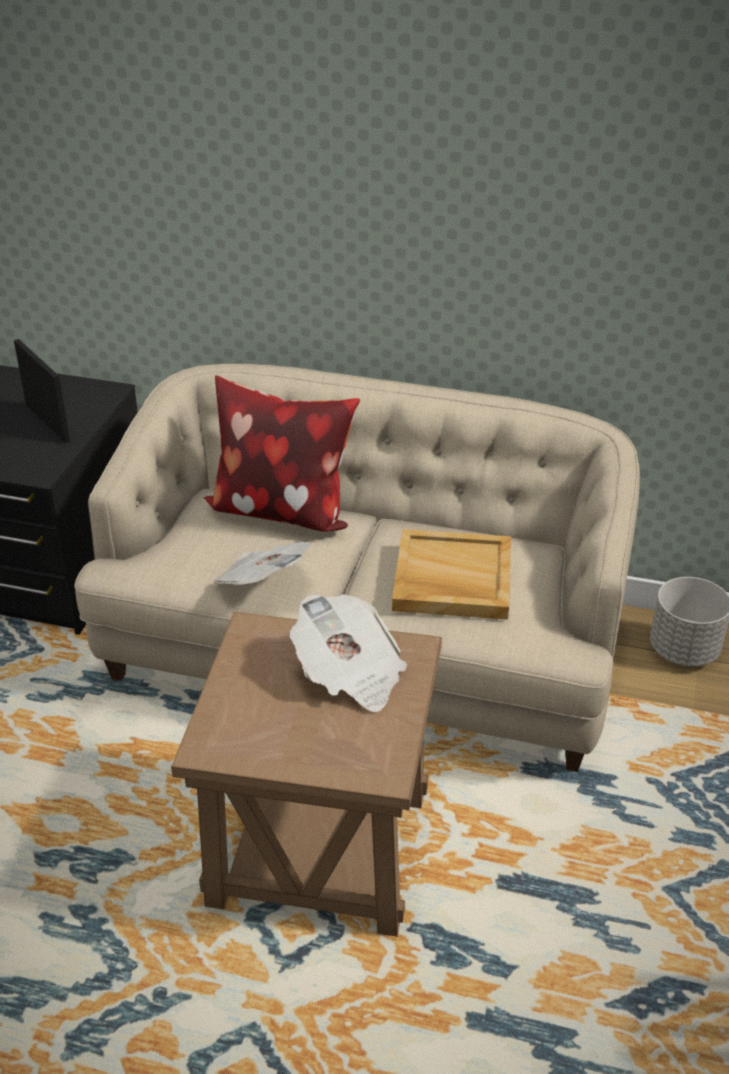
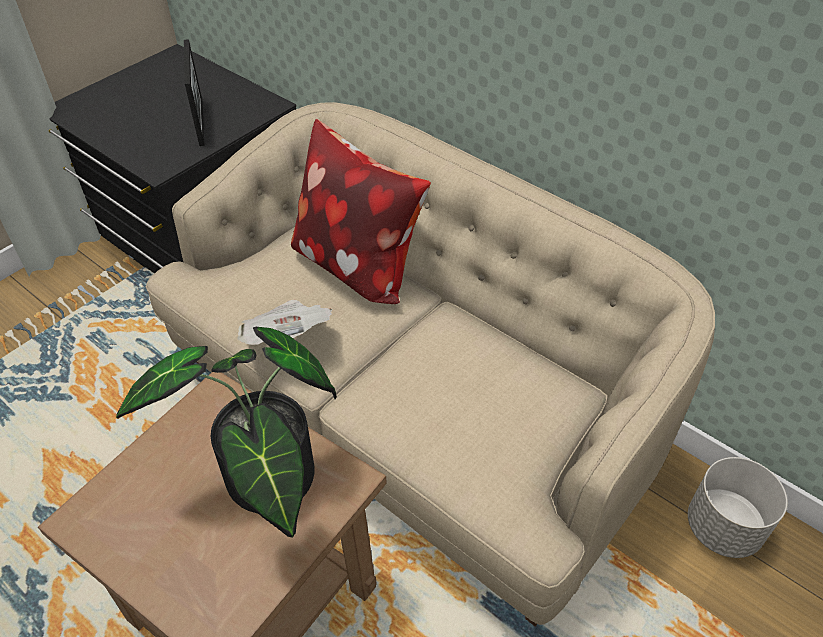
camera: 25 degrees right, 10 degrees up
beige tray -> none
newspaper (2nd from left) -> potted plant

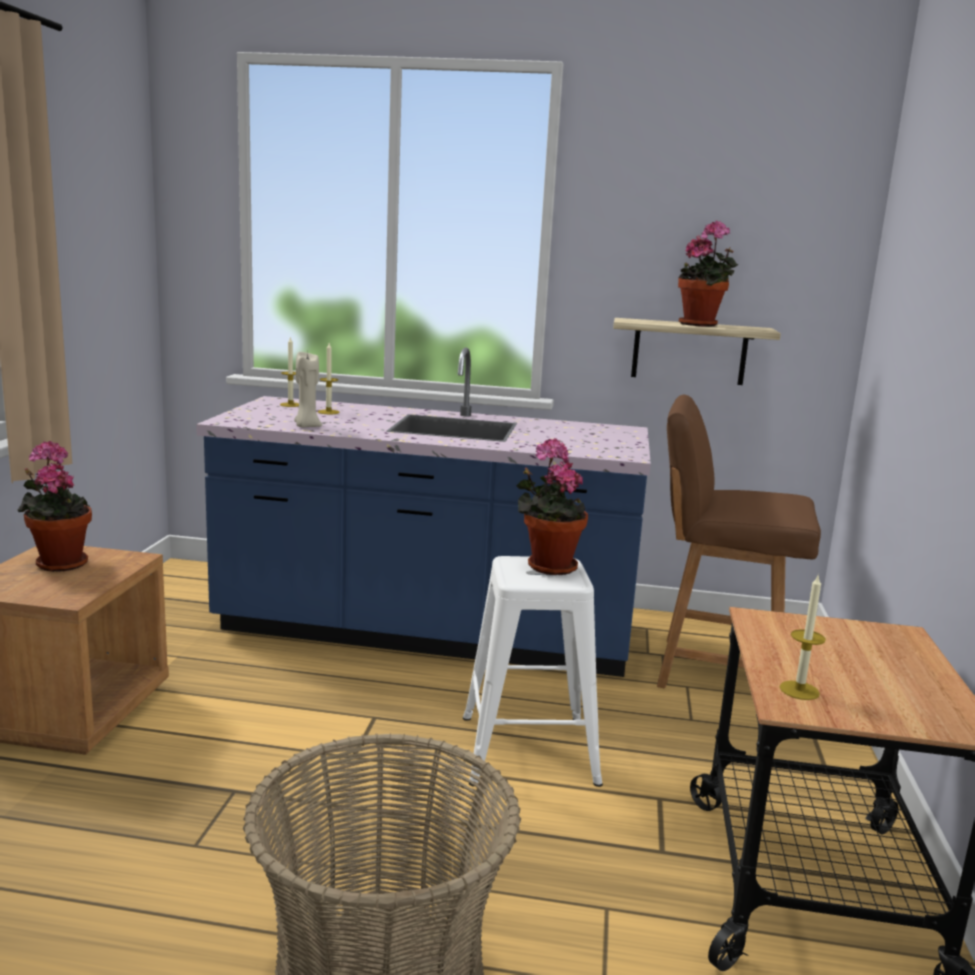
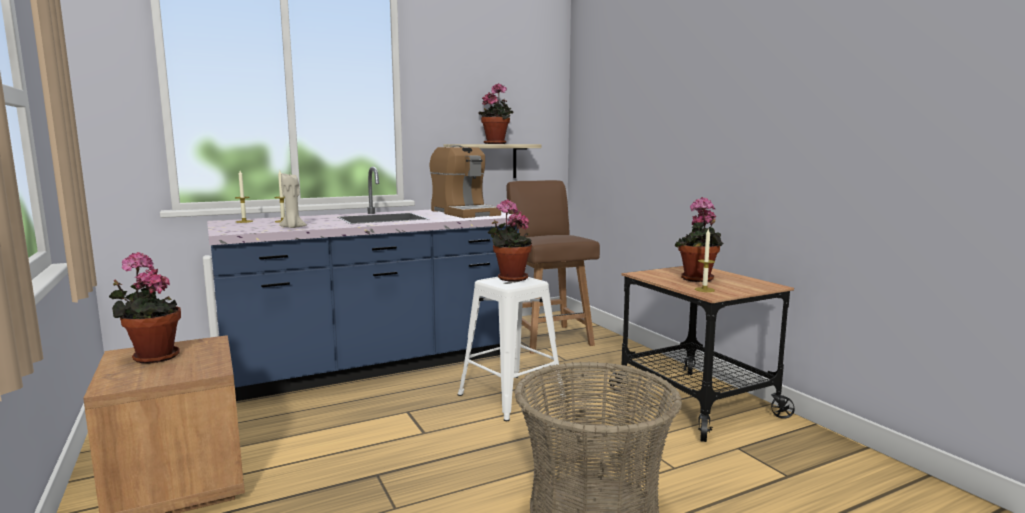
camera: 35 degrees left, 5 degrees down
none -> coffee machine
none -> potted plant (4th from left)
brown chair, 90 degrees clockwise

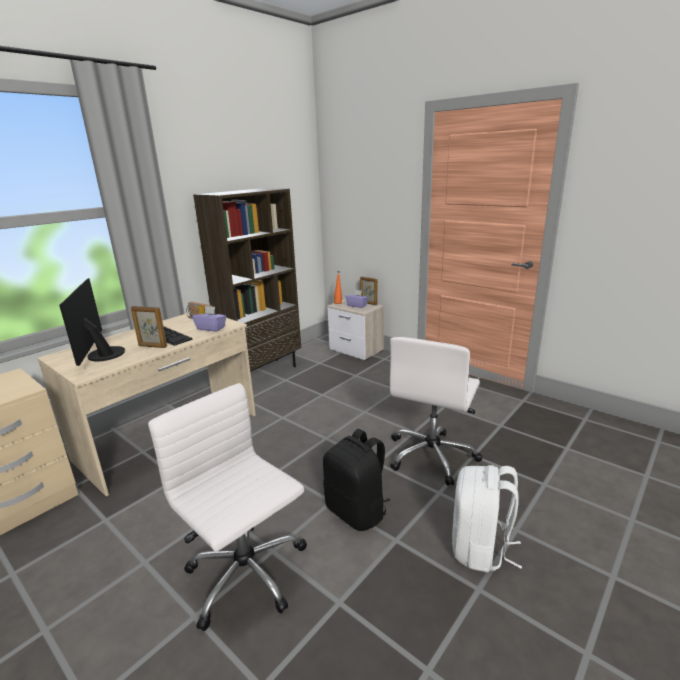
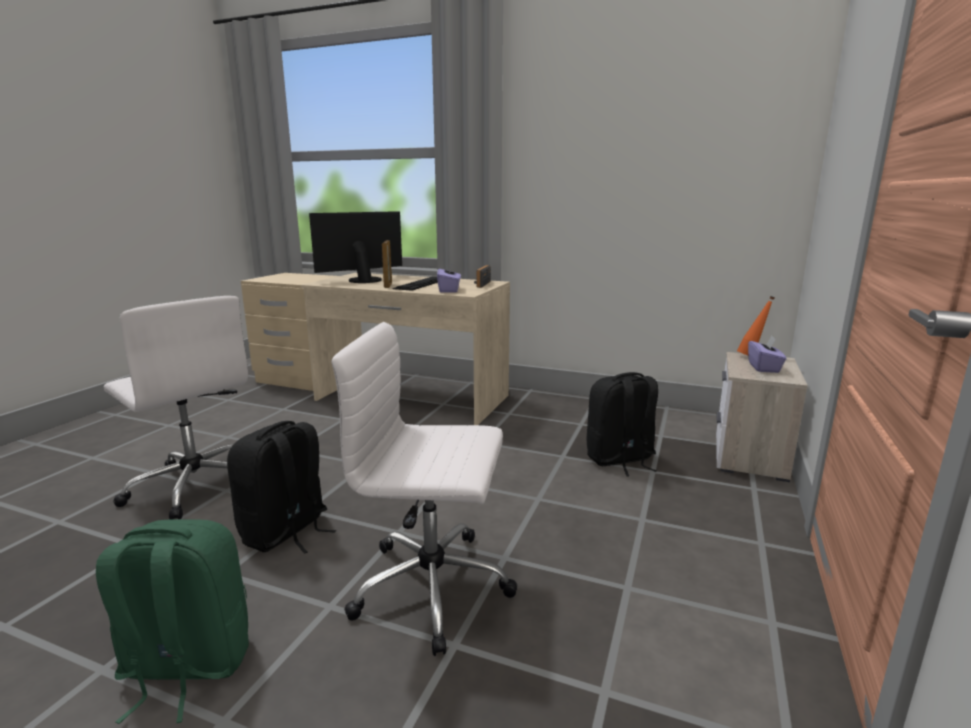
camera: 70 degrees right, 5 degrees down
brown bookcase -> none
picture frame (2nd from left) -> none
none -> black backpack (2nd from left)
white backpack -> green backpack
white office chair (1st from left), 105 degrees clockwise

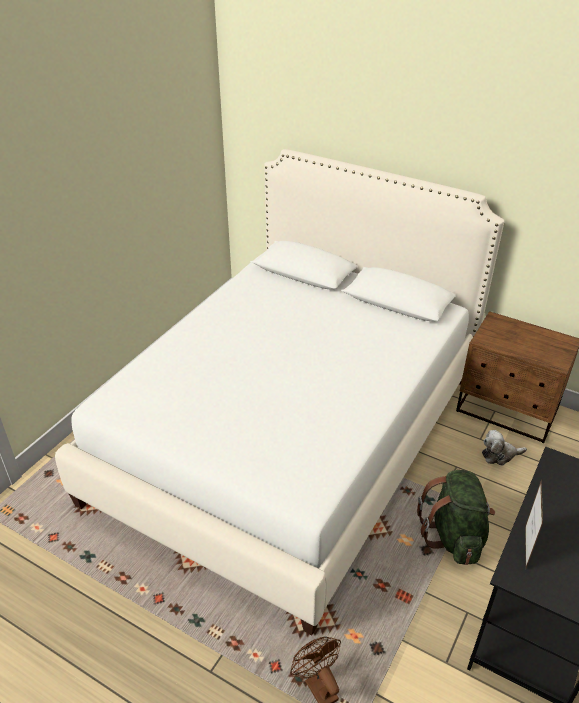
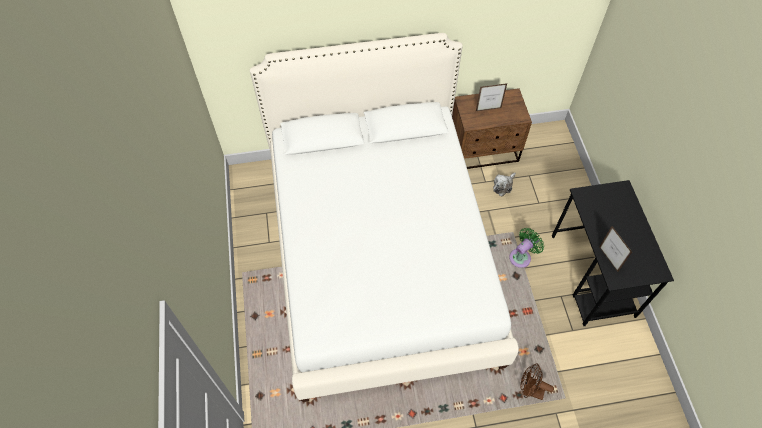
camera: 40 degrees left, 20 degrees up
none -> picture frame (1st from left)
green backpack -> green fan

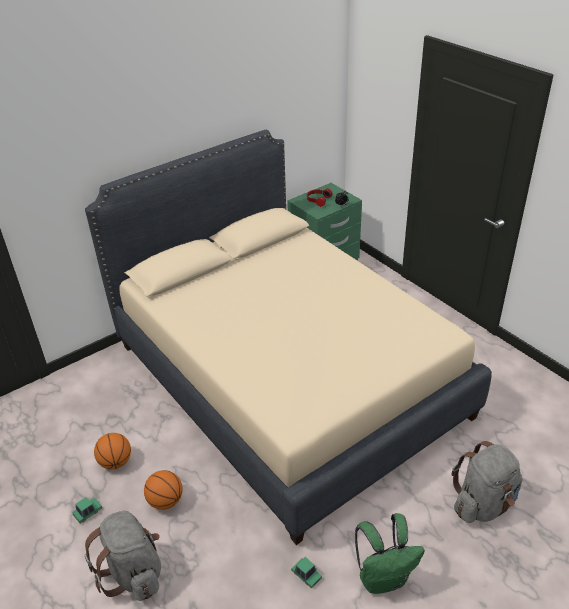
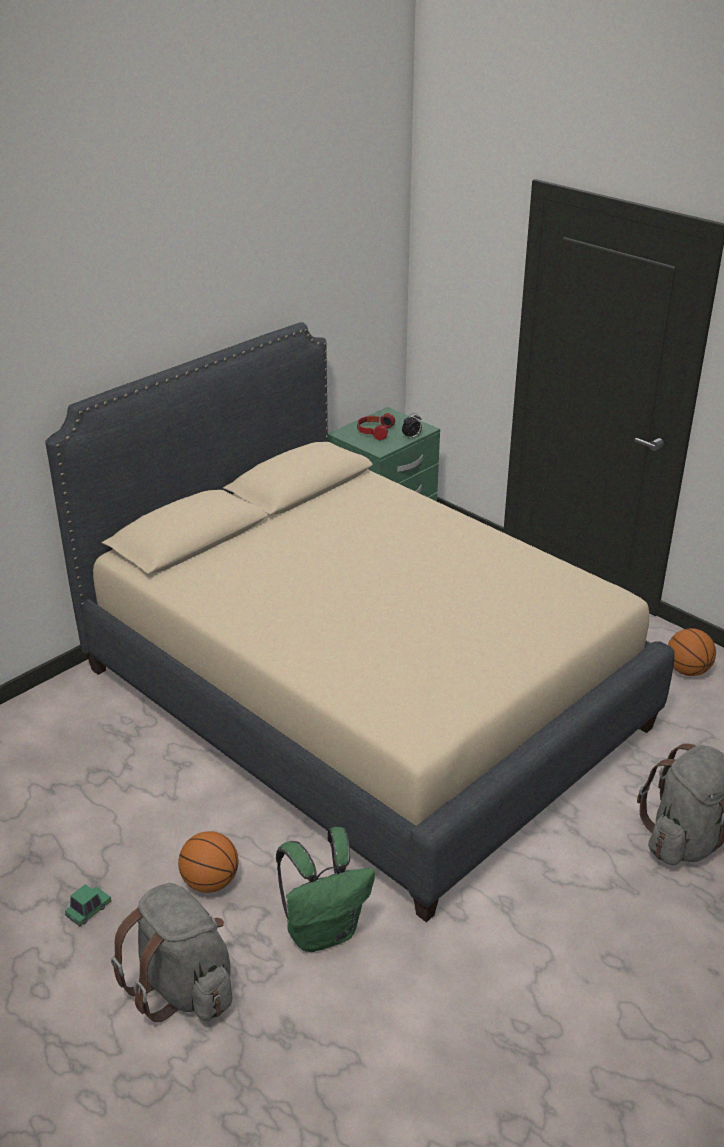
camera: 10 degrees left, 5 degrees down
toy car (2nd from left) -> none
basketball (1st from left in the first image) -> basketball (2nd from left), move
green backpack, move

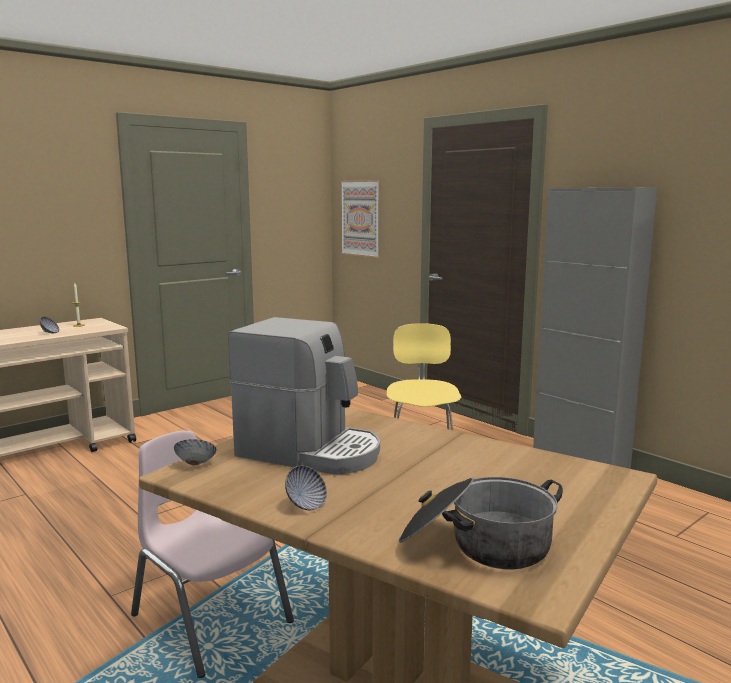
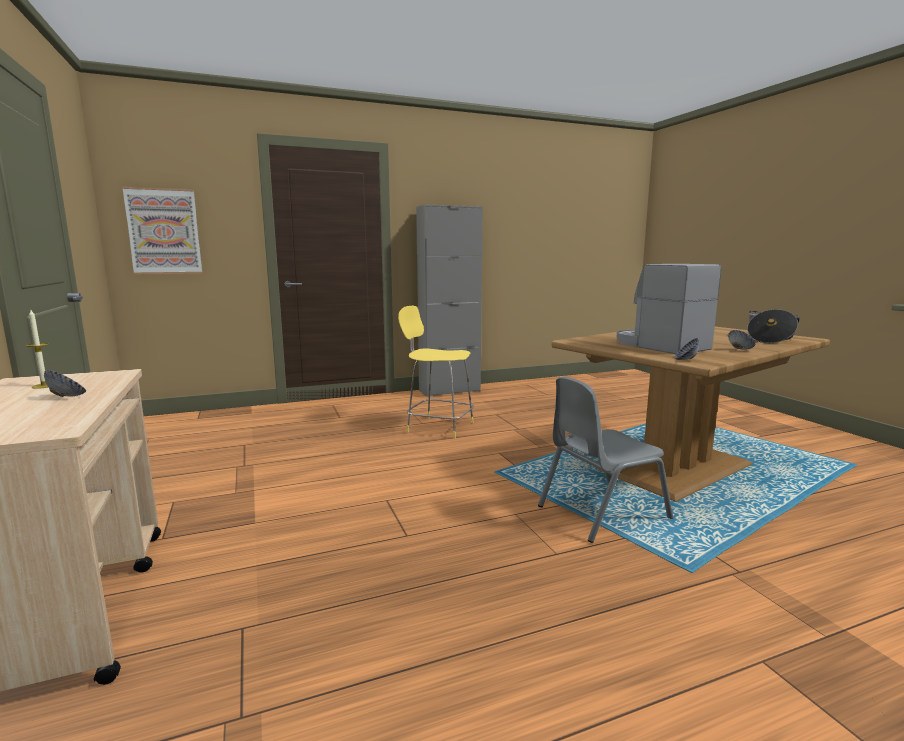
camera: 70 degrees left, 0 degrees up
pink chair -> grey chair
coffee machine, 75 degrees counterclockwise

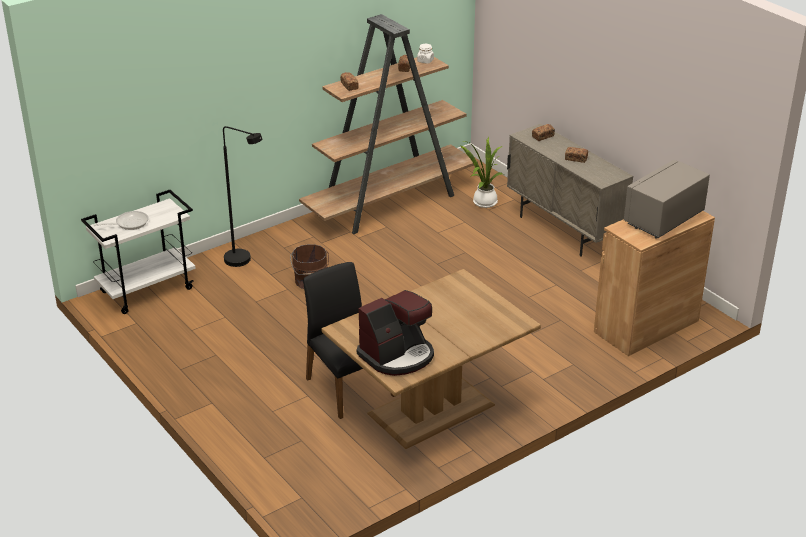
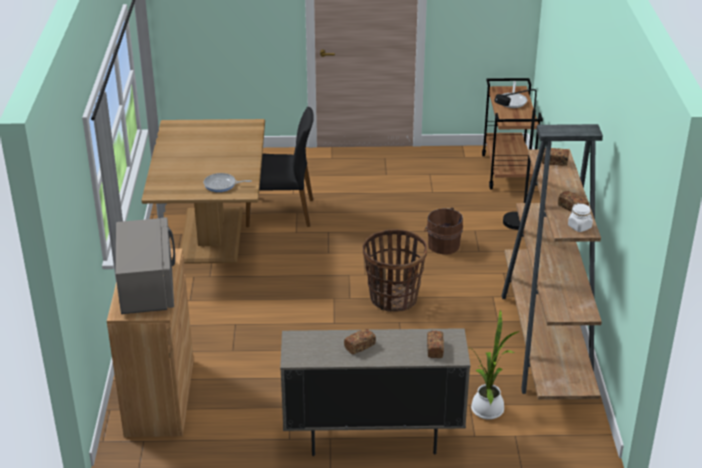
camera: 125 degrees right, 0 degrees up
coffee machine -> none
none -> frying pan (1st from left)
none -> basket
white cart -> brown cart

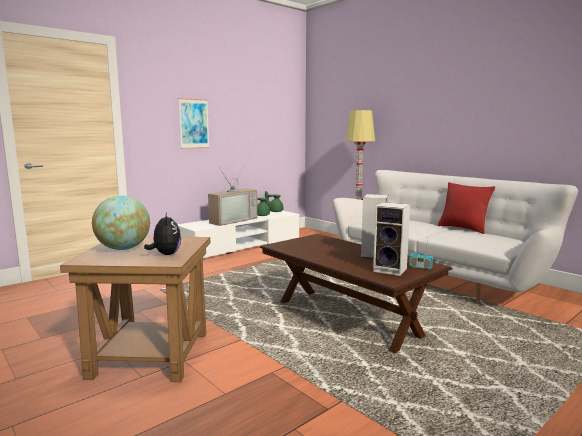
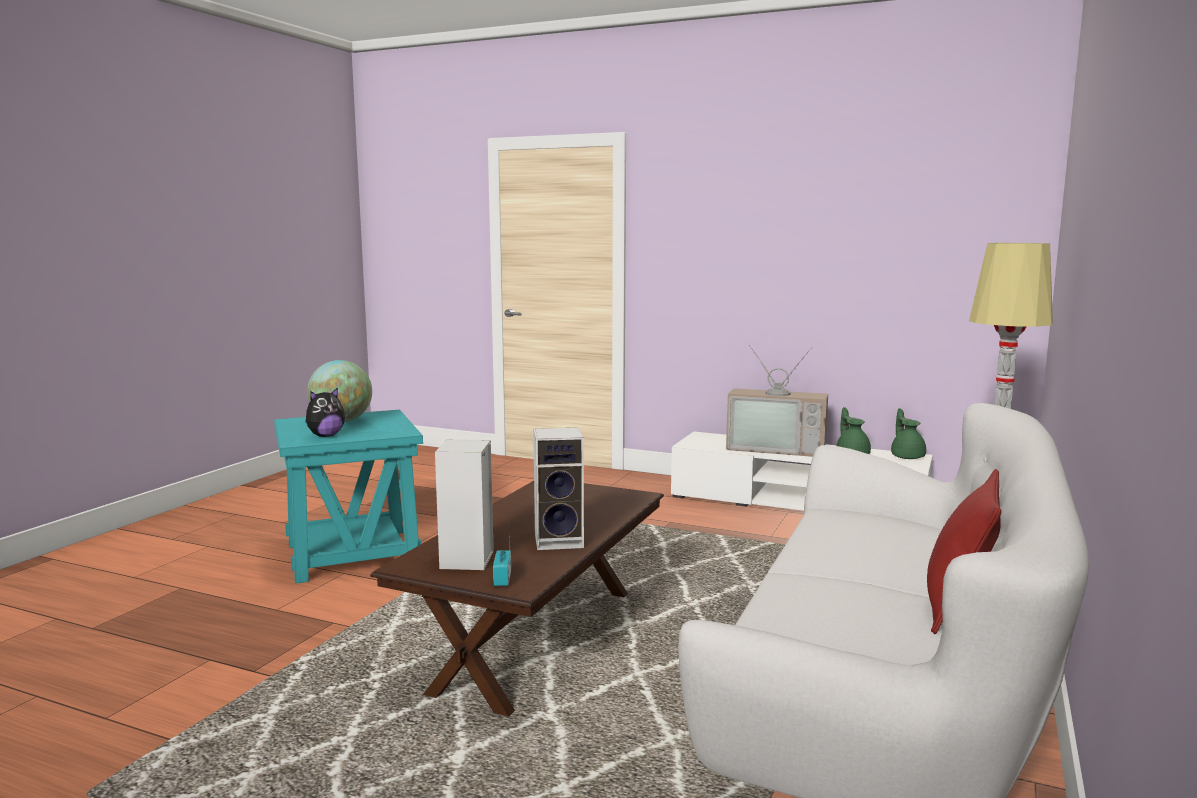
camera: 65 degrees right, 0 degrees up
picture -> none
brown side table -> turquoise side table

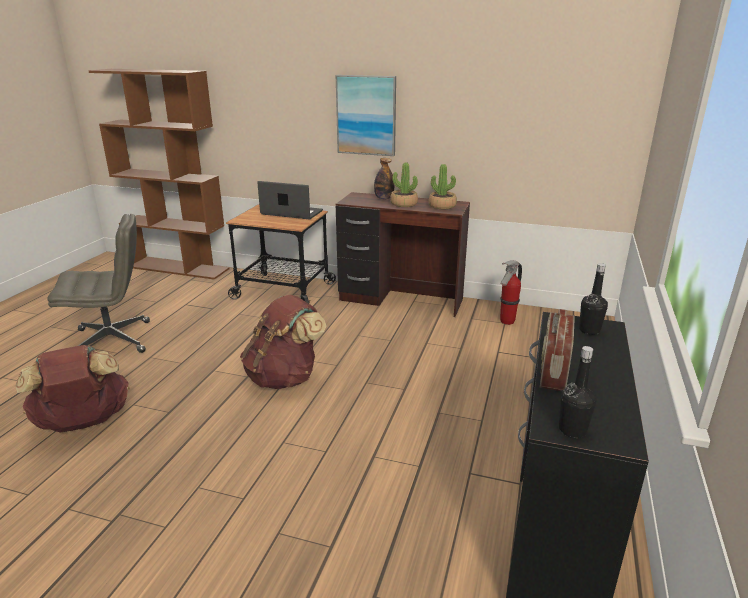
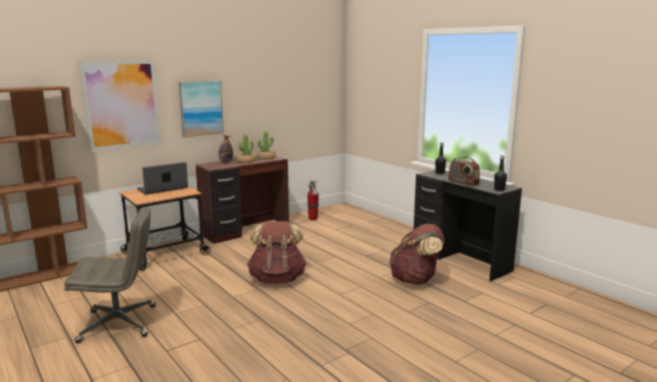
camera: 55 degrees left, 10 degrees down
none -> picture (1st from left)
brown backpack (1st from left in the first image) -> brown backpack (2nd from left), move
grey office chair, 60 degrees clockwise

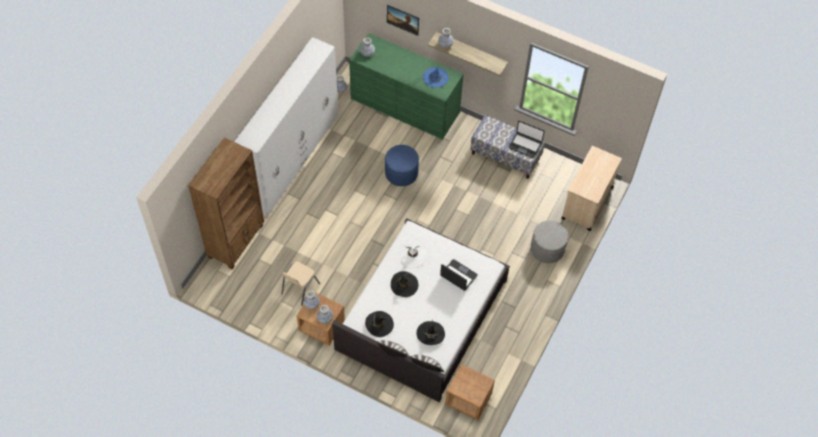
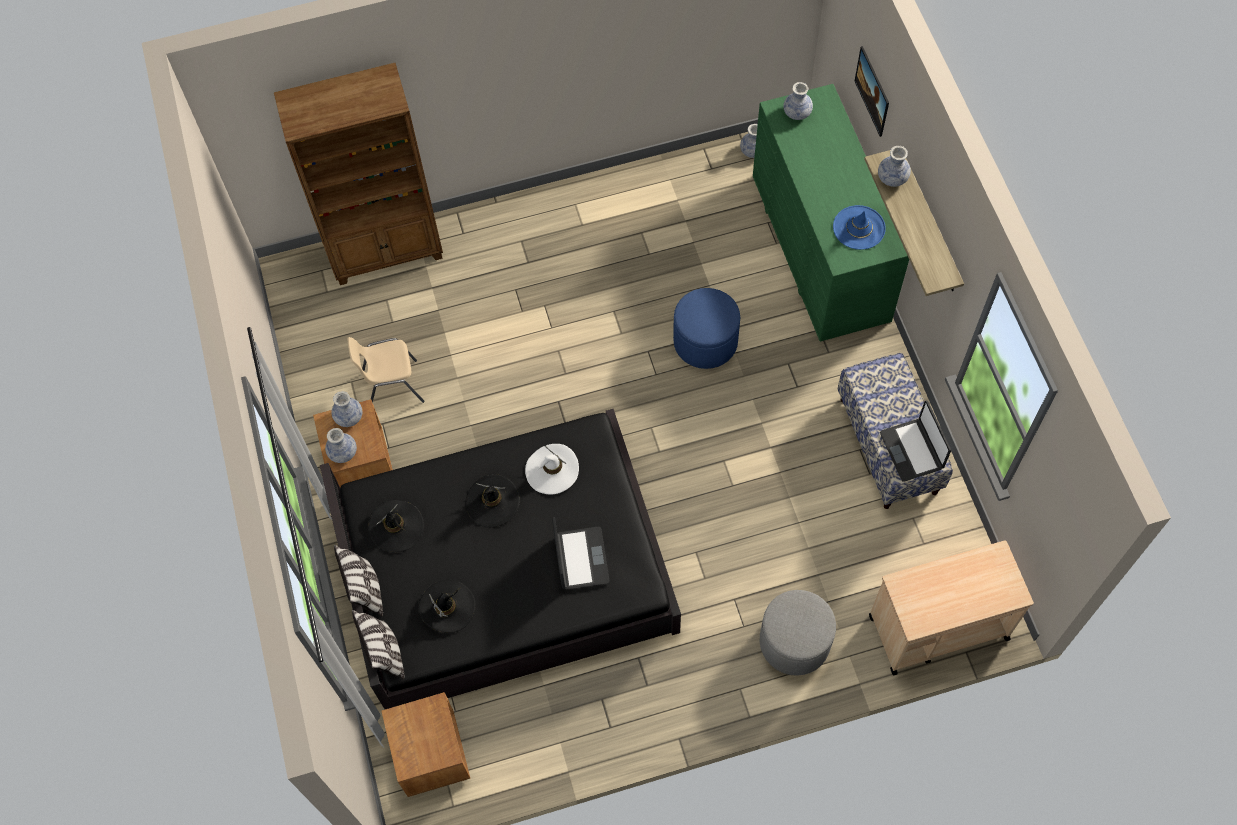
camera: 50 degrees right, 5 degrees up
white wardrobe -> none
white bed -> black bed

